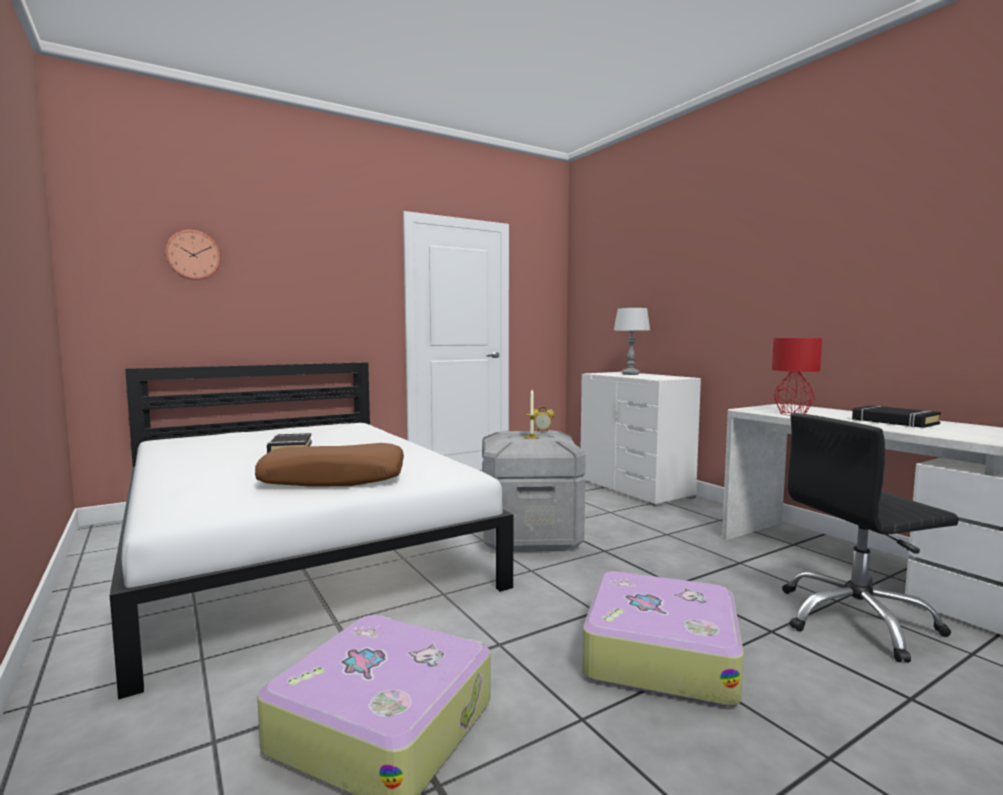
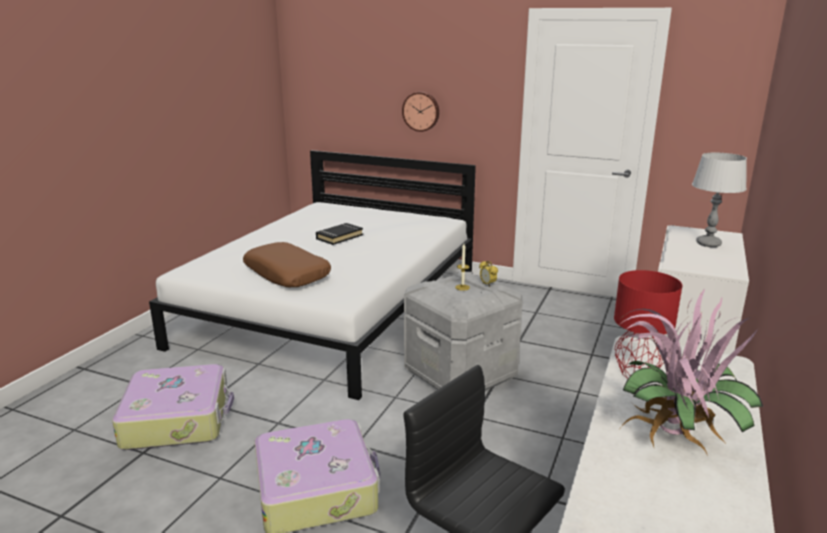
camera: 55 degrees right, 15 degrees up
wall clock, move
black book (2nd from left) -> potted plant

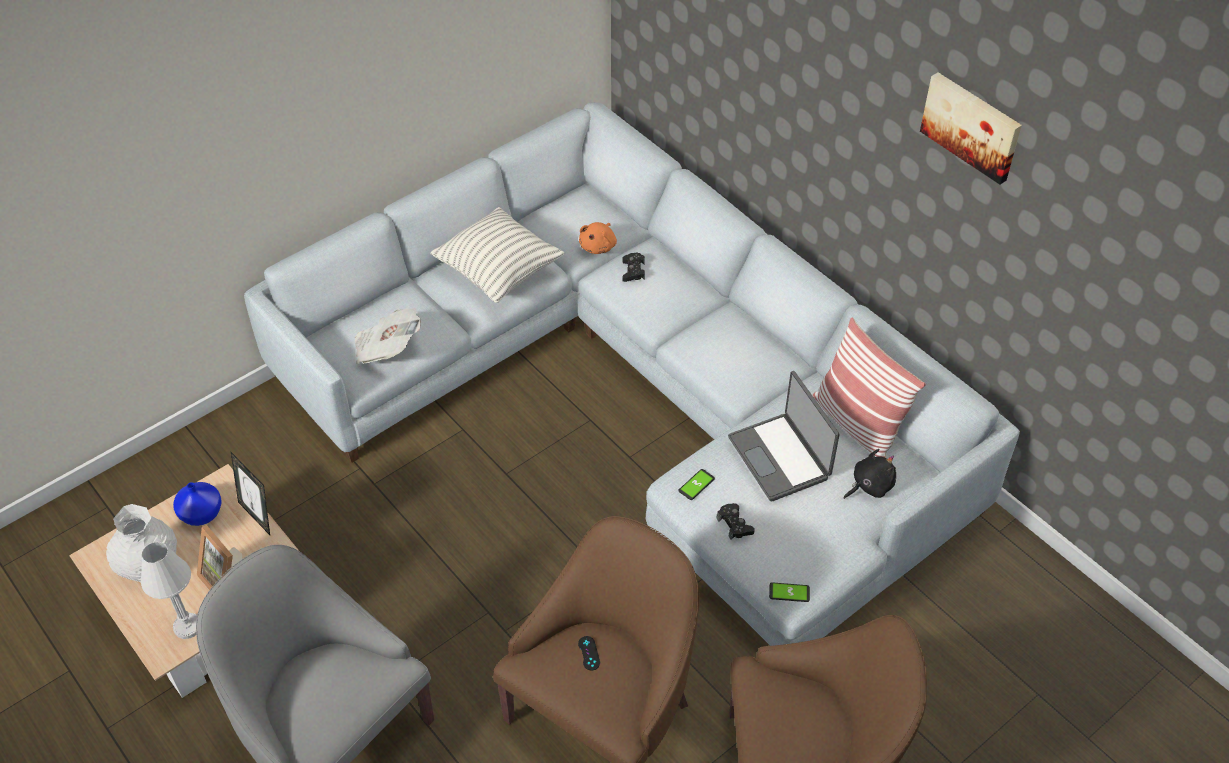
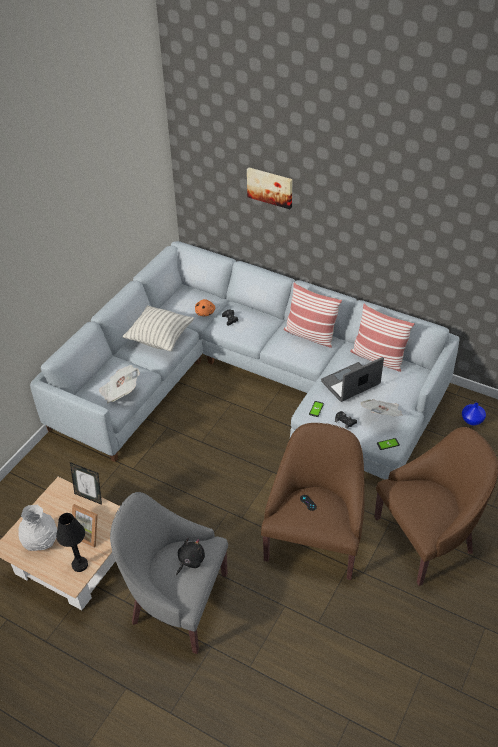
camera: 20 degrees left, 5 degrees down
none -> pillow (2nd from left)
none -> newspaper (2nd from left)
blue vase, move
black plush toy, move
picture, move
white table lamp -> black table lamp
laptop, 105 degrees clockwise

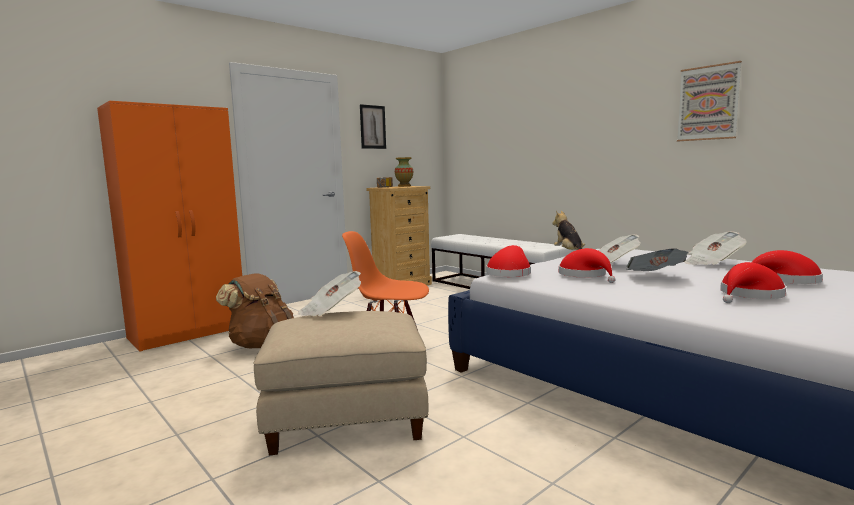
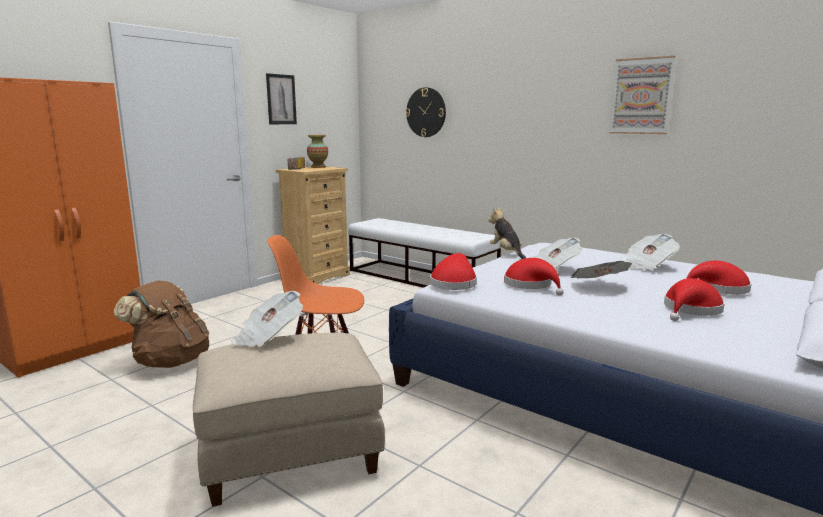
camera: 10 degrees left, 5 degrees up
none -> wall clock

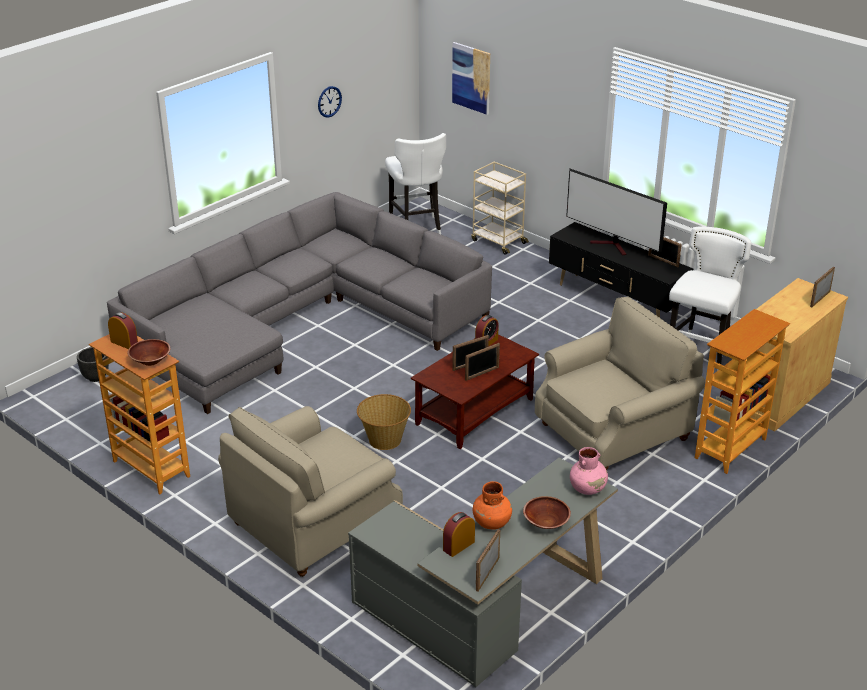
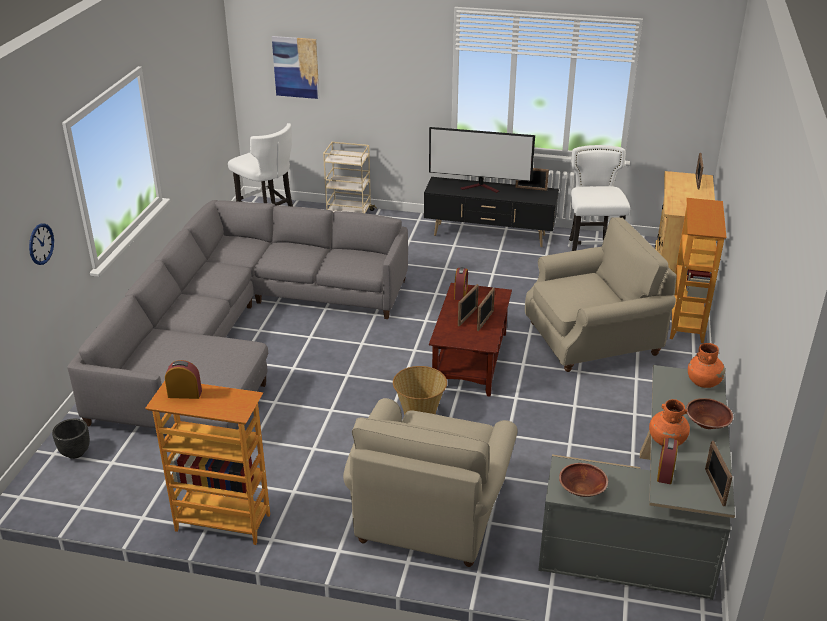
camera: 30 degrees left, 0 degrees up
brown bowl (1st from left), move
wall clock, move
pink vase -> orange vase (2nd from left)
beige armchair (2nd from left), 45 degrees clockwise

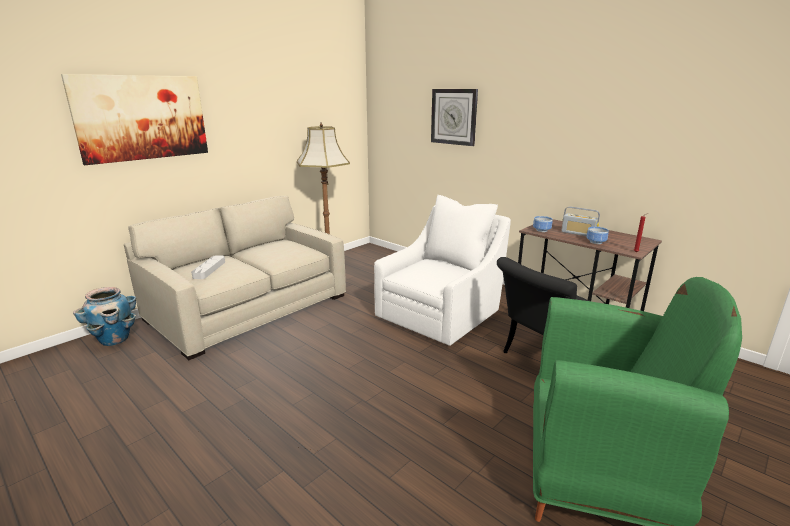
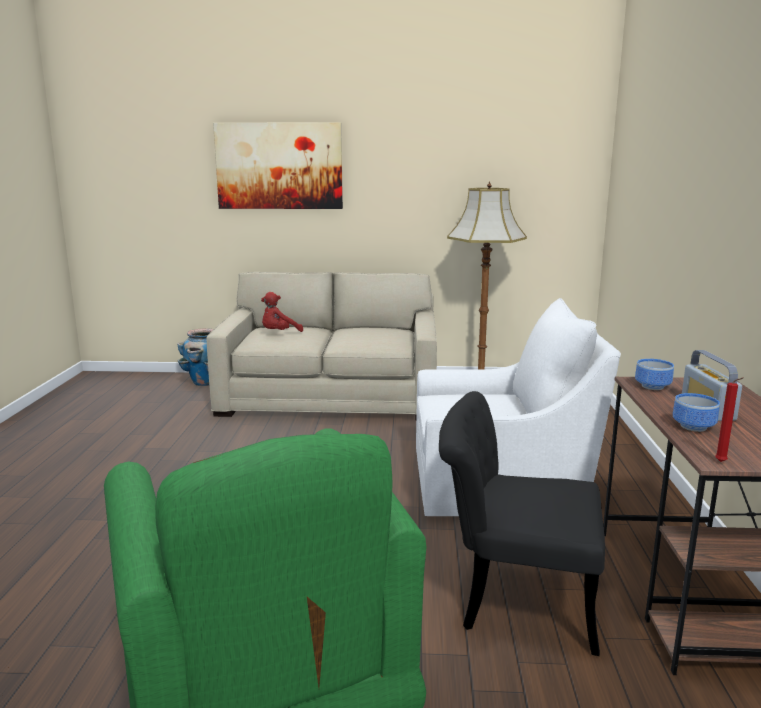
camera: 50 degrees right, 5 degrees down
wall clock -> none
grey tray -> red plush toy

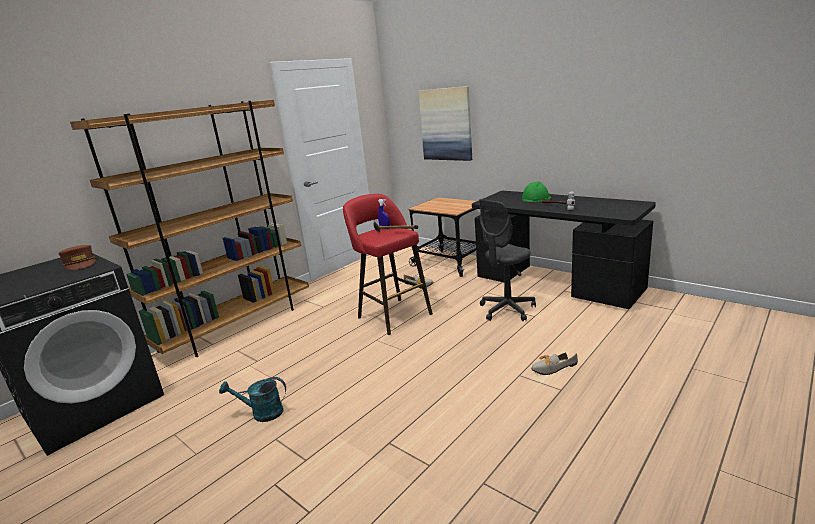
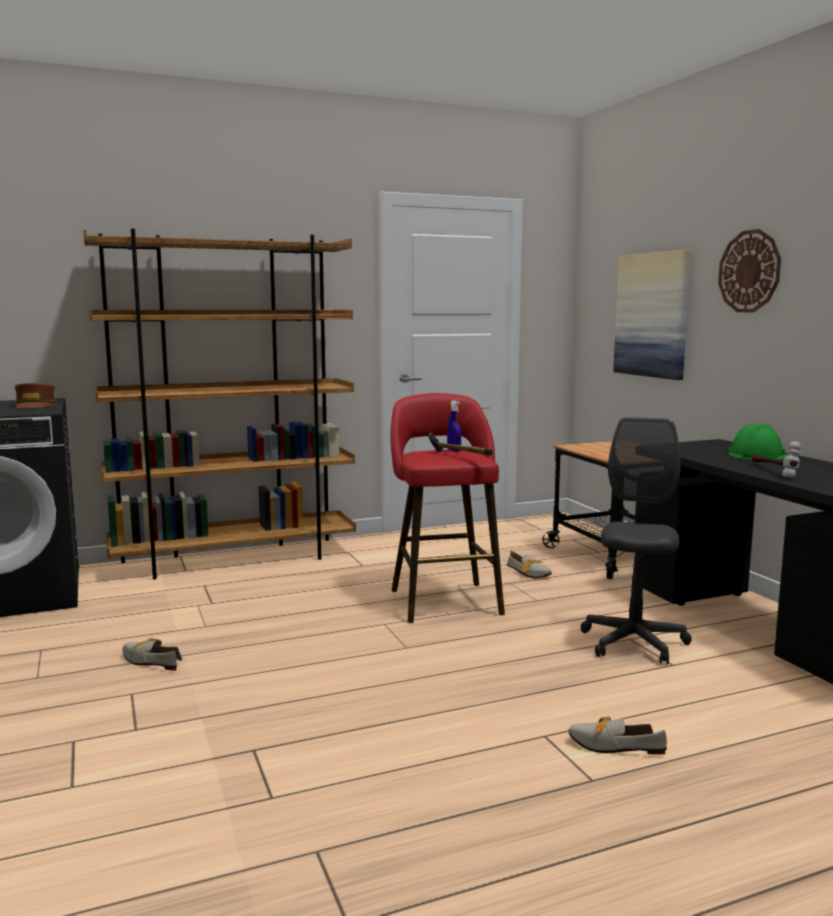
camera: 25 degrees right, 10 degrees down
none -> wall clock
turquoise watering can -> shoe (1st from left)
grey office chair, 120 degrees clockwise

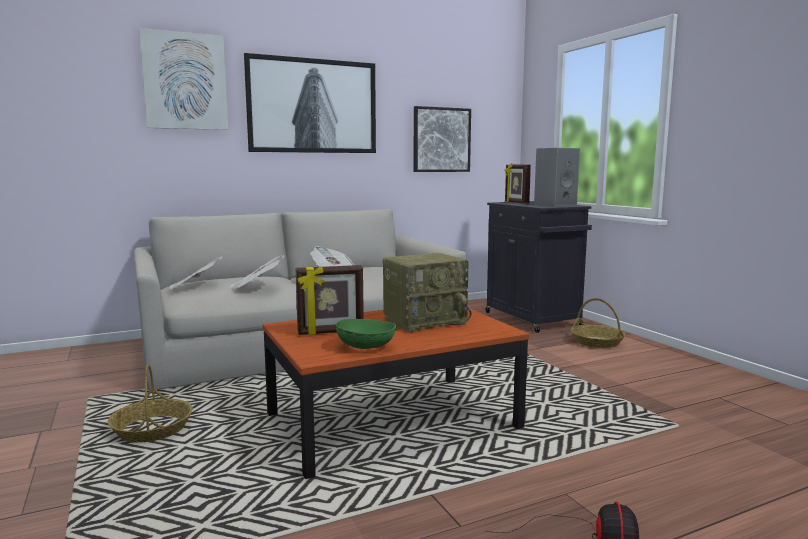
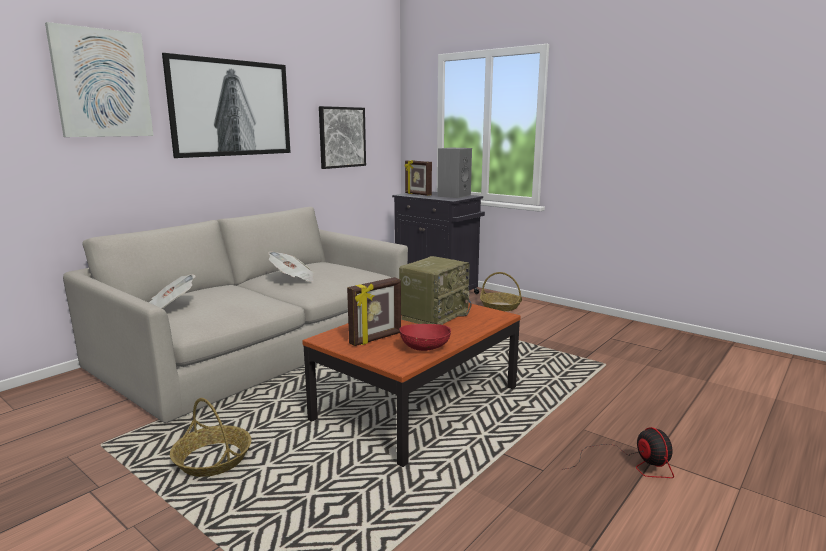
camera: 25 degrees left, 5 degrees up
newspaper (2nd from left) -> none
green bowl -> red bowl

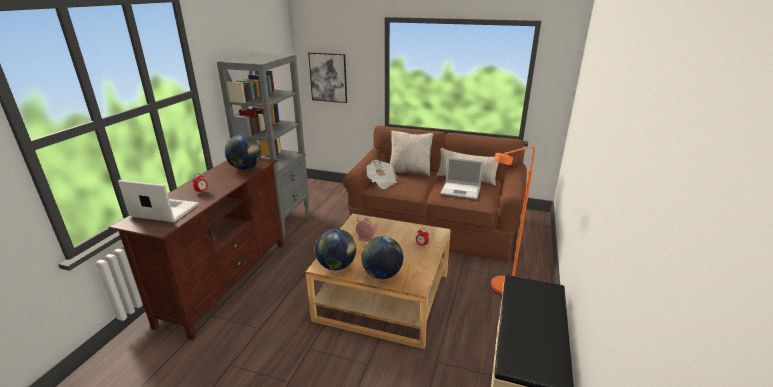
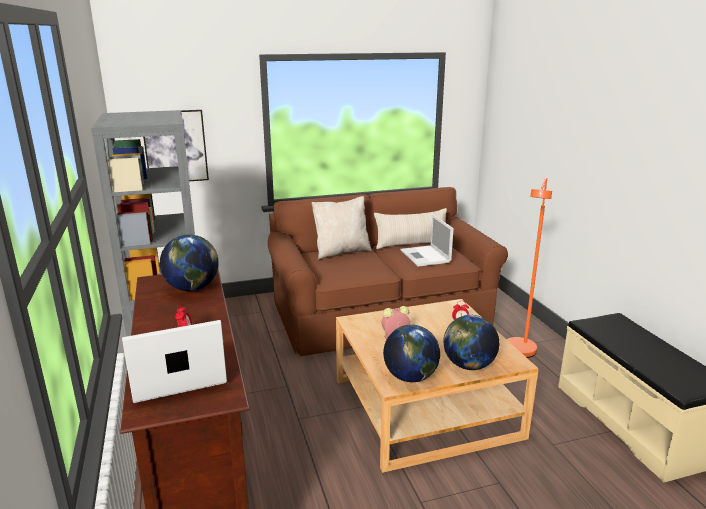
camera: 35 degrees left, 5 degrees down
newspaper -> none
laptop (2nd from left), 90 degrees clockwise

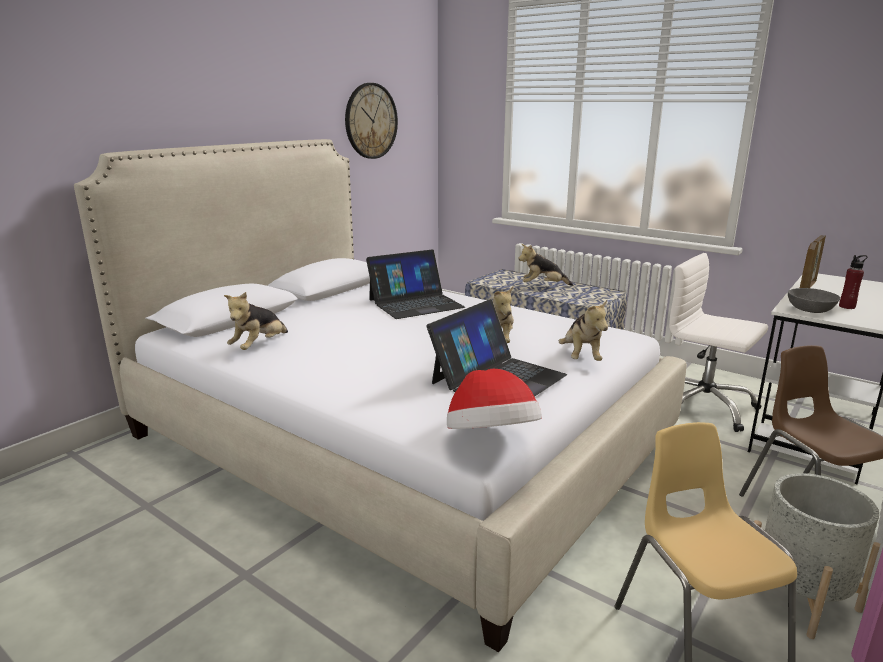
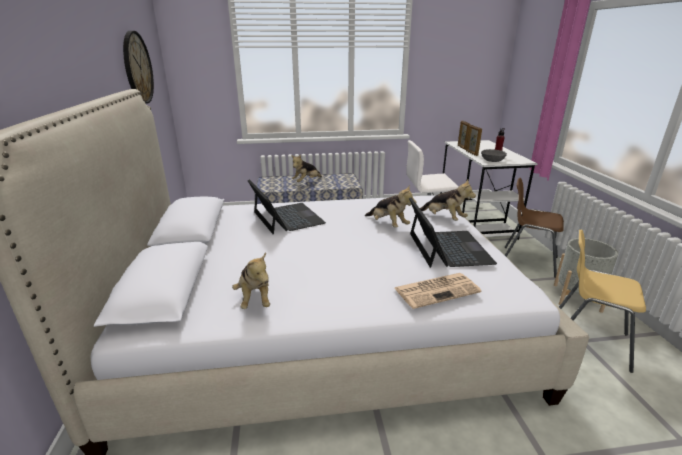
camera: 45 degrees left, 5 degrees up
hat -> none
none -> newspaper
laptop (1st from left), 45 degrees counterclockwise

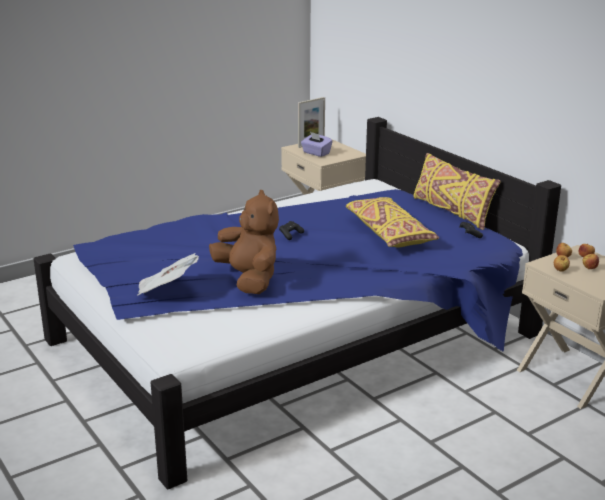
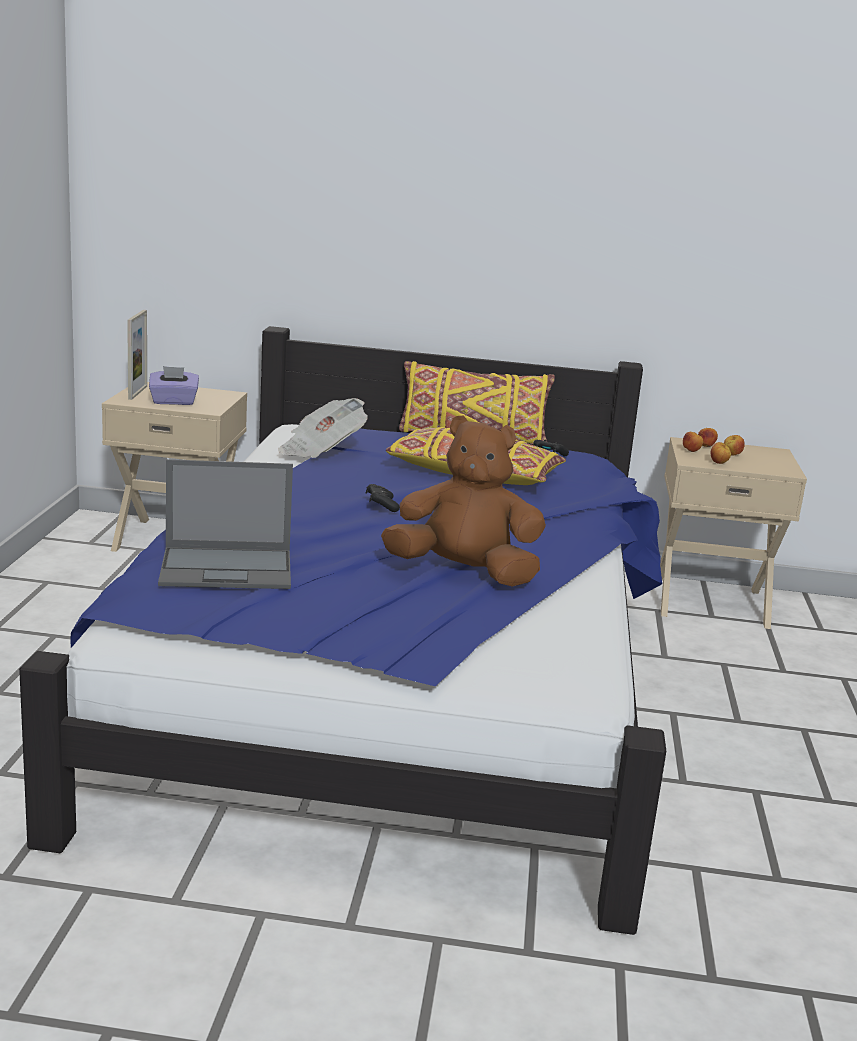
camera: 50 degrees left, 5 degrees down
none -> laptop
newspaper, move

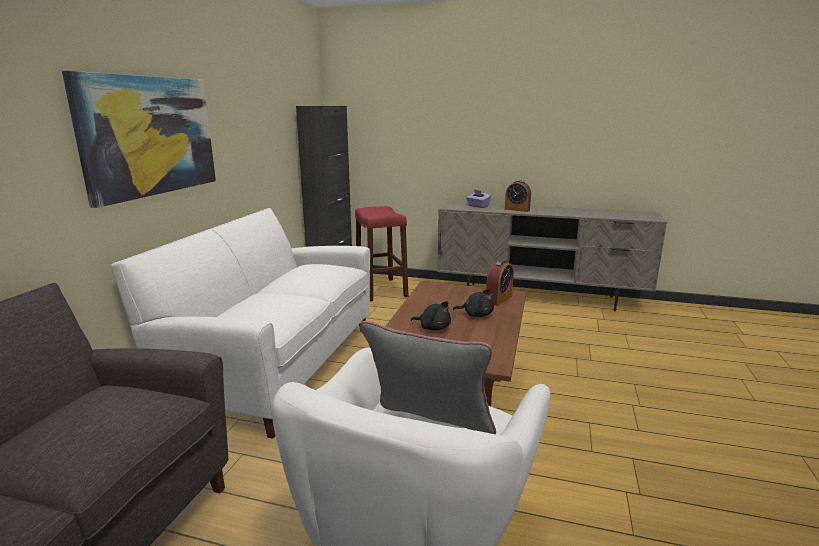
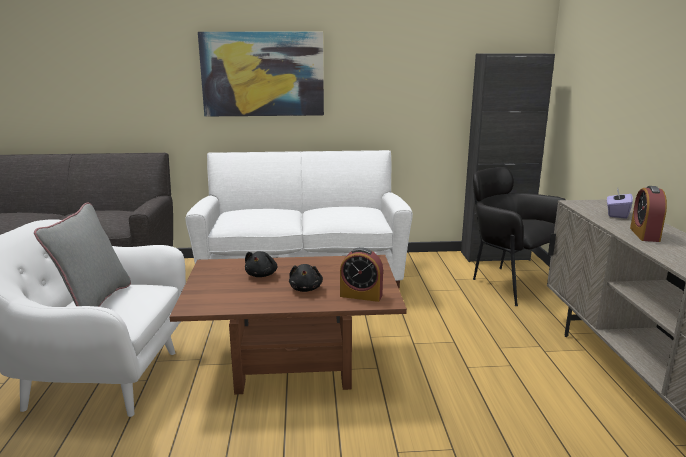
camera: 70 degrees right, 0 degrees up
red stool -> black armchair

